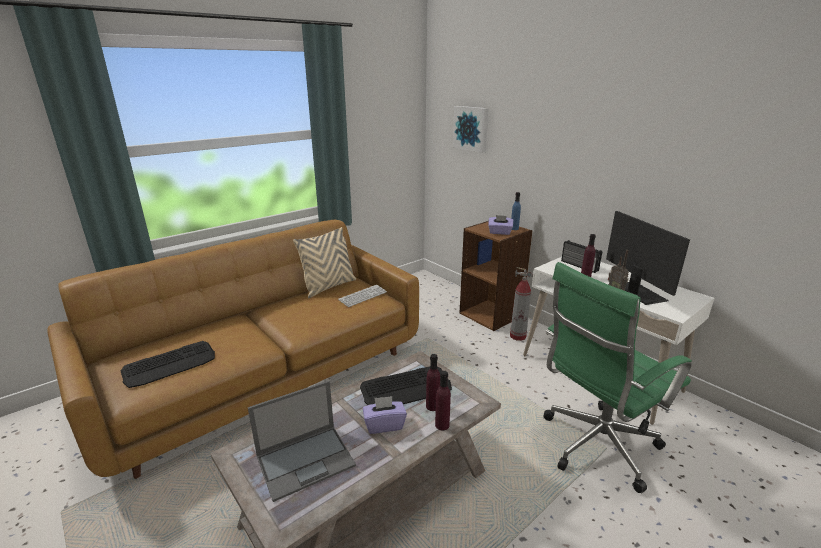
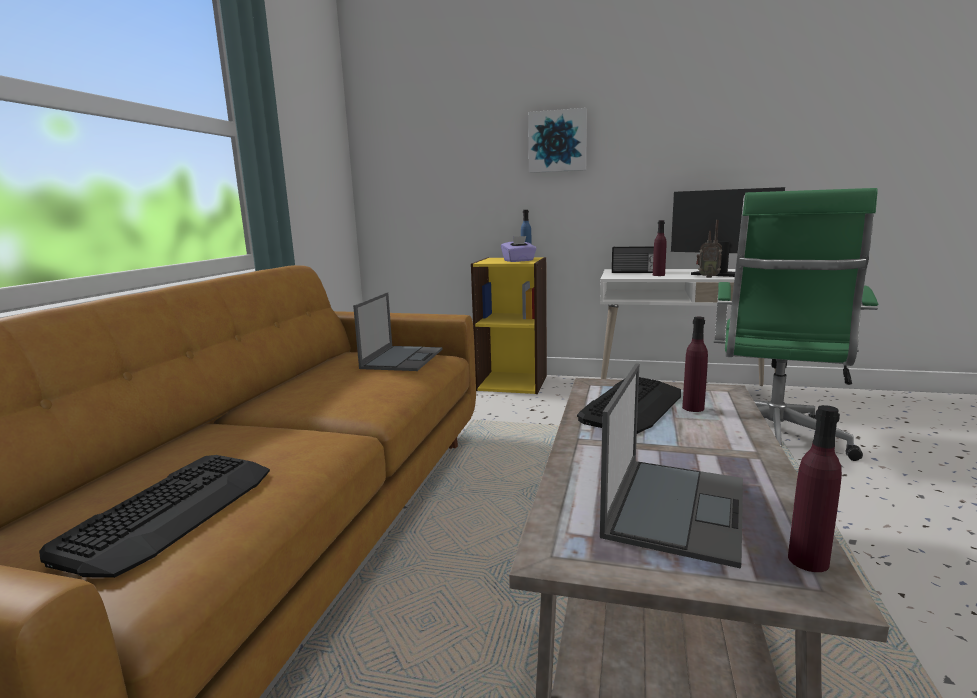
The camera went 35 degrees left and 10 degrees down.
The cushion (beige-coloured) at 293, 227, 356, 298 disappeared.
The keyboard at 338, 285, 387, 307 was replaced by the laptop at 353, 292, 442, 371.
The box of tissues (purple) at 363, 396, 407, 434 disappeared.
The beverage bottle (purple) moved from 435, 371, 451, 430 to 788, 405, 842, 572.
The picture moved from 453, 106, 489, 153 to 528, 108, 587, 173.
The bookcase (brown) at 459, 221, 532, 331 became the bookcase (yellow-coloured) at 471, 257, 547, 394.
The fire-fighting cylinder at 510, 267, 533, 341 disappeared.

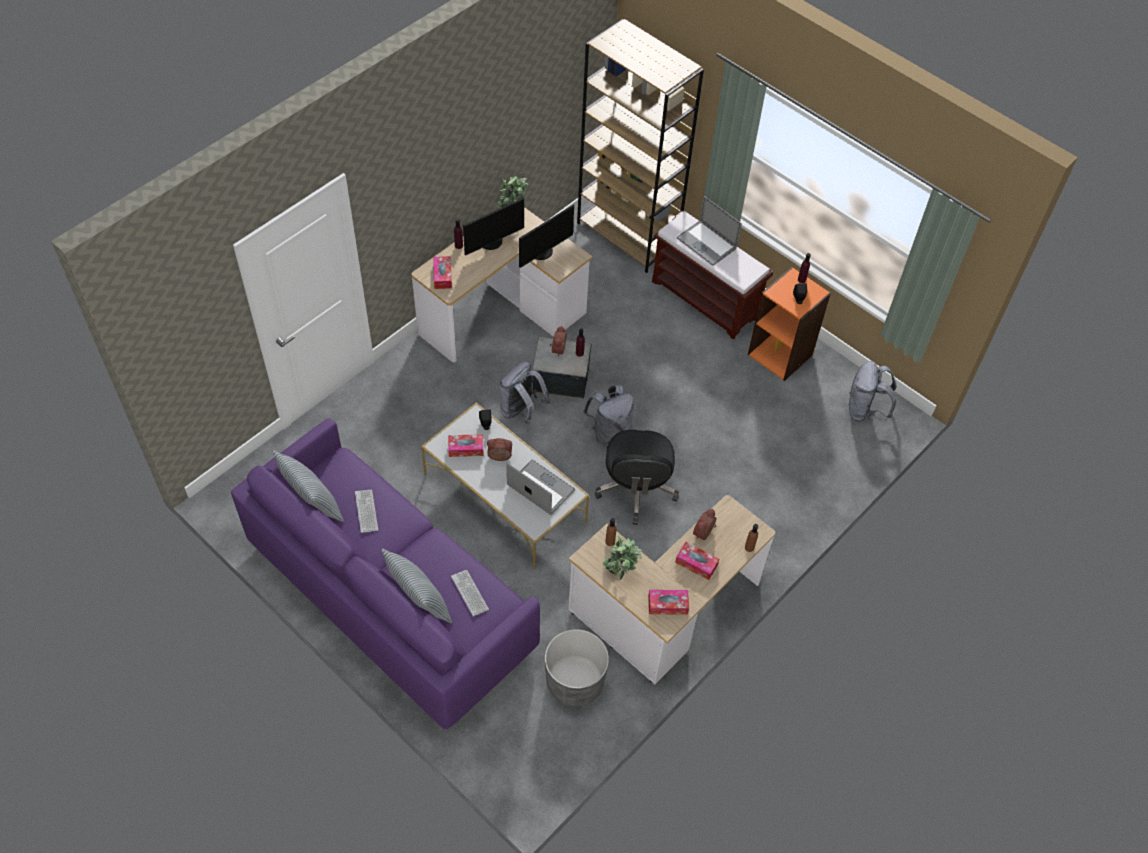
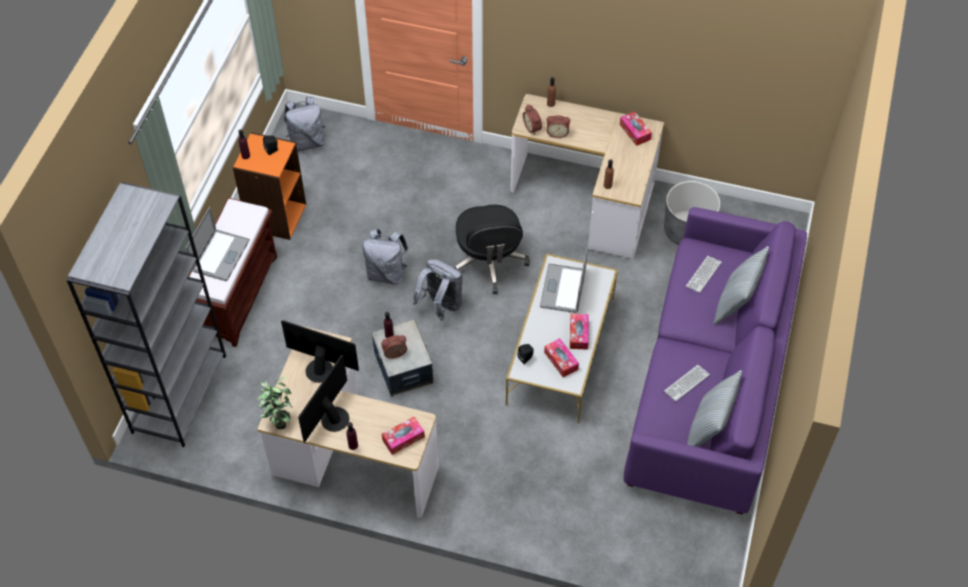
The camera went 115 degrees left and 0 degrees up.
The computer display at 463, 197, 524, 255 turned 90 degrees counterclockwise.
The alarm clock moved from 487, 438, 512, 461 to 523, 105, 542, 135.
The rucksack (gray) moved from 500, 362, 551, 424 to 362, 229, 408, 284.
The bookcase (brown) at 577, 19, 704, 273 became the bookcase (gray) at 67, 182, 226, 447.
The office chair (blackish) at 595, 430, 679, 525 turned 105 degrees clockwise.
The plant in a pot at 602, 535, 643, 580 disappeared.
The box of tissues moved from 675, 542, 719, 580 to 570, 314, 589, 350.

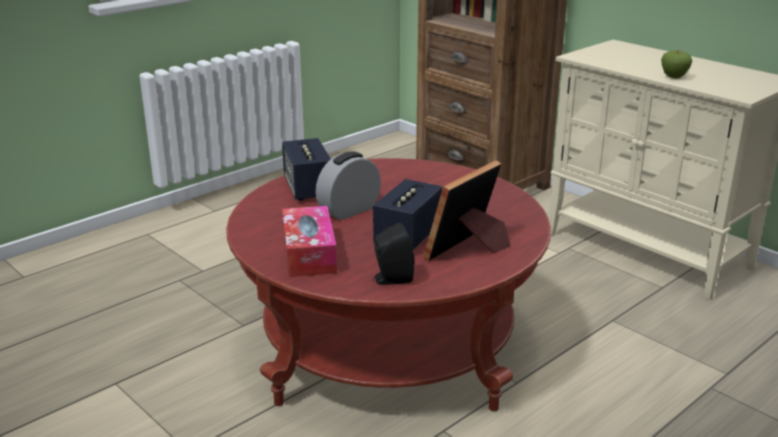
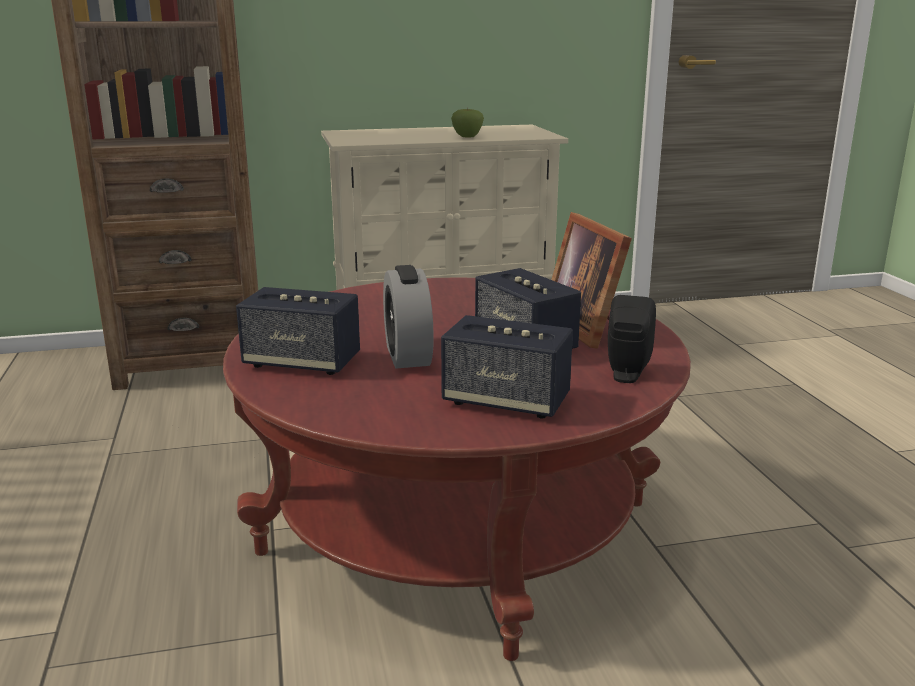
The camera went 60 degrees left and 5 degrees down.
The box of tissues at 282, 206, 337, 277 was replaced by the speaker at 441, 315, 573, 419.

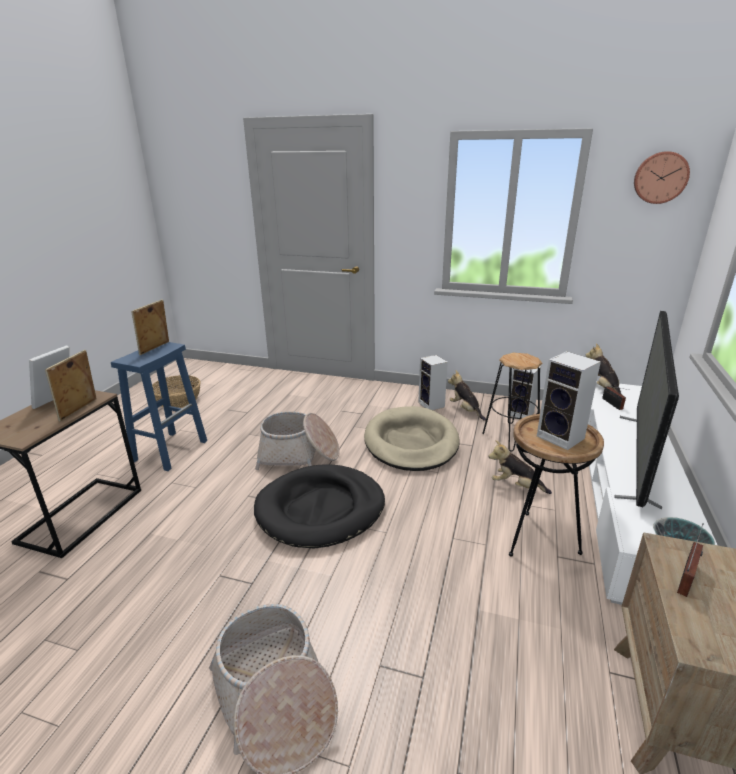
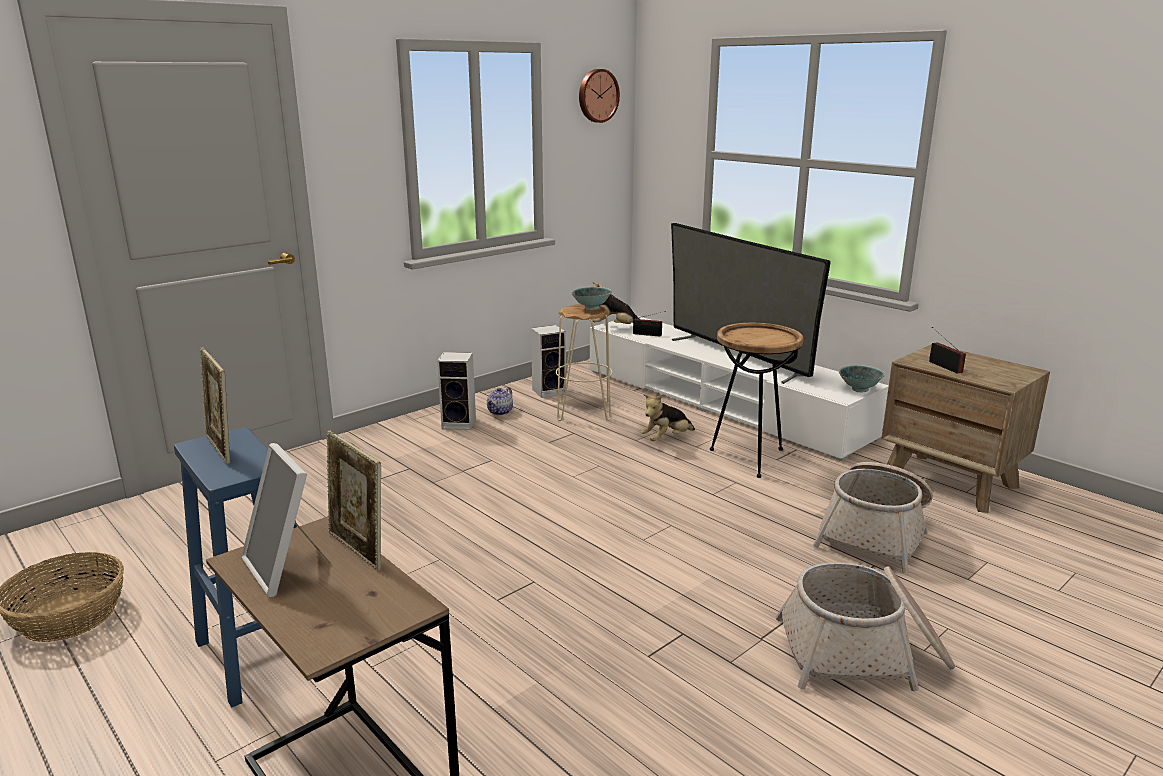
The camera went 60 degrees left and 5 degrees down.
The dog bed (blackish) at 254, 464, 385, 549 disappeared.
The storage basket moved from 255, 411, 340, 470 to 813, 462, 933, 573.
The dog bed (beige-coloured) at 364, 406, 459, 471 disappeared.
The soft toy at 448, 371, 486, 421 was replaced by the pot for tea at 487, 387, 513, 415.
The sitting stool (blackish) at 482, 353, 542, 452 became the sitting stool (beige-coloured) at 556, 305, 613, 421.
The speaker at 537, 351, 601, 450 disappeared.
The bowl at 571, 287, 612, 310 appeared.

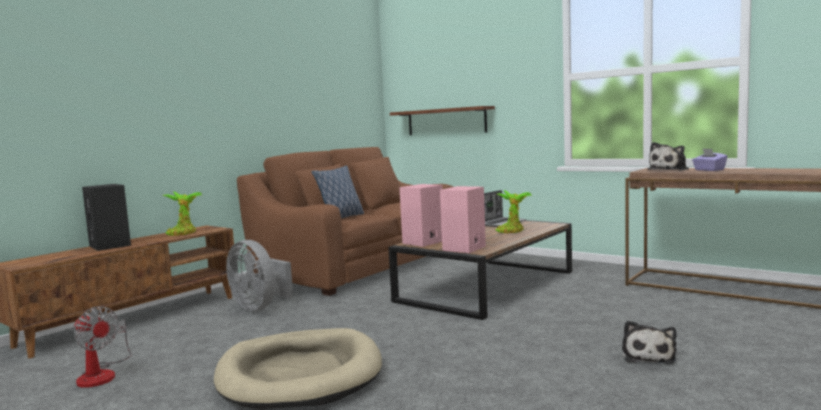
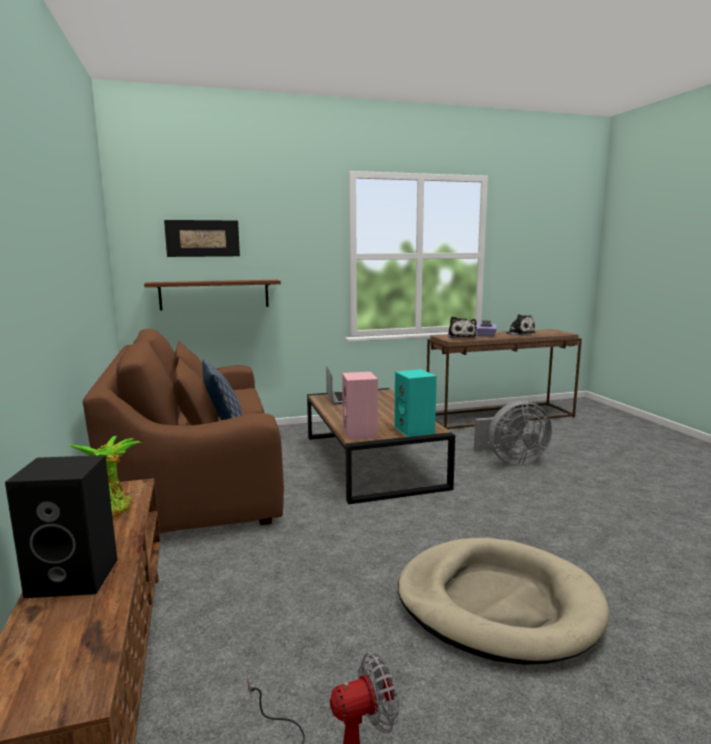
The camera went 55 degrees left and 5 degrees up.
The cooling fan (gray) moved from 226, 240, 293, 311 to 474, 401, 552, 465.
The speaker (pink-coloured) at 440, 186, 486, 253 became the speaker (turquoise) at 394, 369, 437, 437.
The plant in a pot at 496, 190, 533, 233 disappeared.
The soft toy moved from 622, 320, 677, 364 to 503, 314, 536, 335.
The picture at 164, 220, 240, 257 appeared.

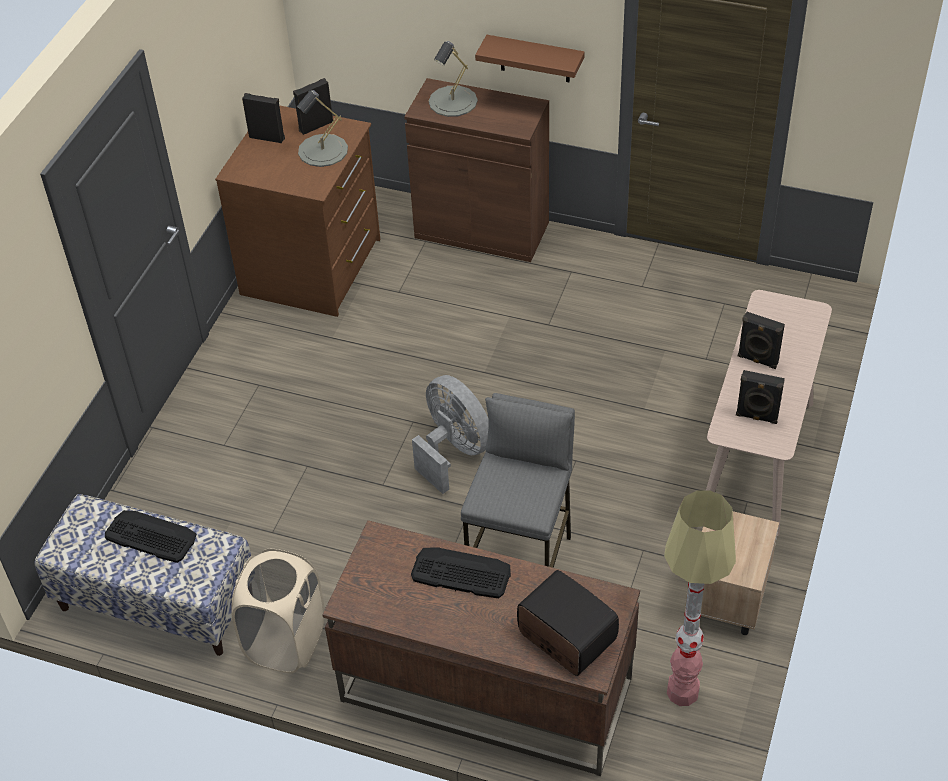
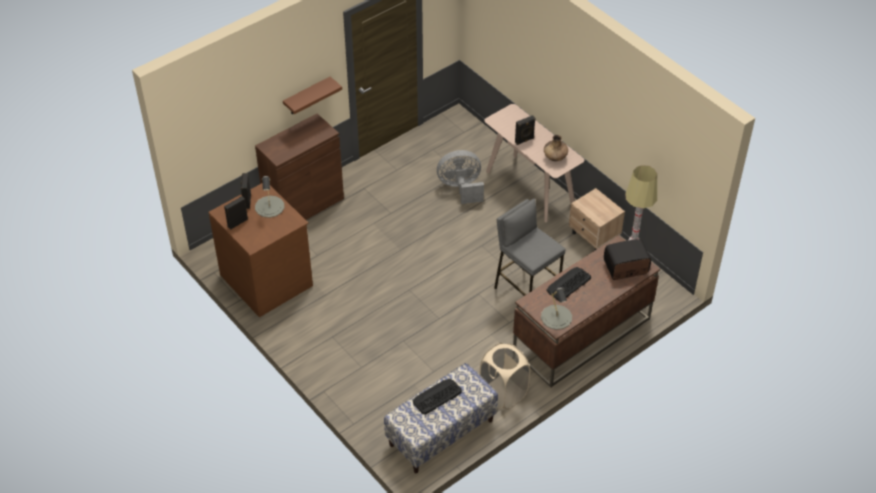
The camera went 60 degrees left and 0 degrees up.
The cooling fan (gray) moved from 412, 375, 489, 494 to 437, 150, 484, 204.
The tabletop lamp (gray) moved from 429, 41, 478, 117 to 541, 287, 572, 330.
The speaker (blackish) at 736, 370, 785, 424 was replaced by the decorative vase (brown) at 544, 135, 568, 161.

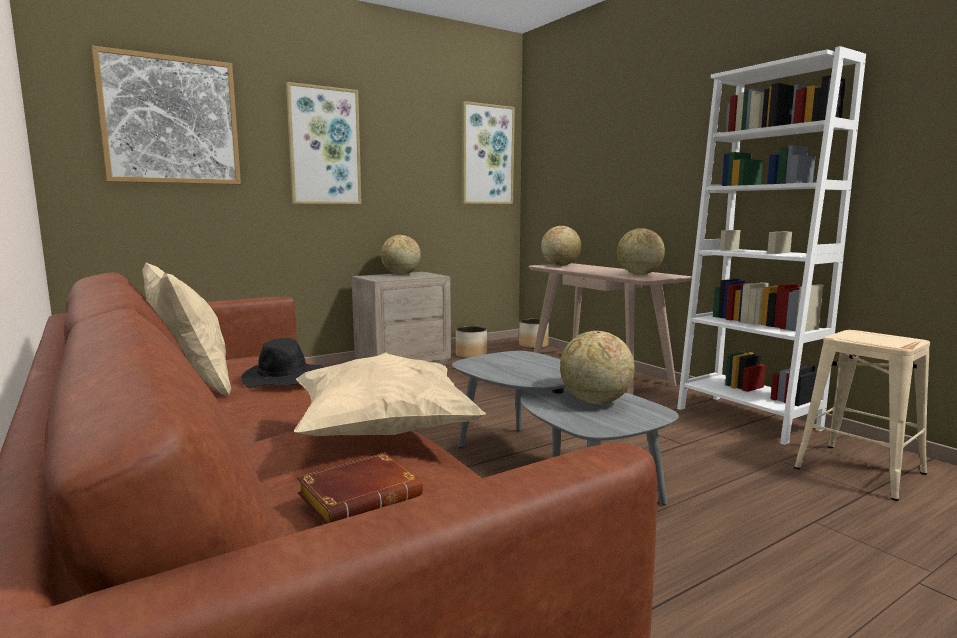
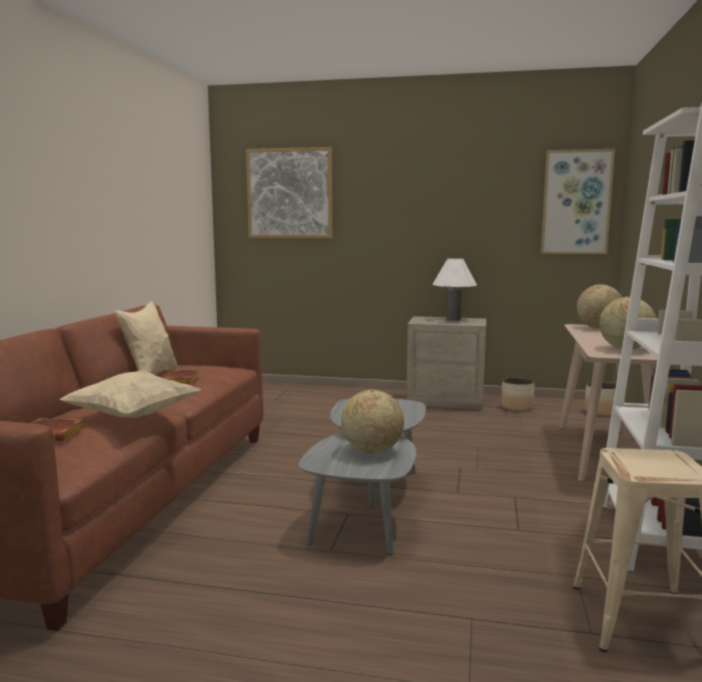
The camera went 45 degrees right and 0 degrees up.
The wearable hat (blackish) at 241, 338, 324, 388 was replaced by the volume (brown) at 164, 369, 200, 384.
The picture at 286, 82, 362, 204 disappeared.
The globe at 381, 235, 421, 275 was replaced by the tabletop lamp (white-coloured) at 432, 258, 477, 321.

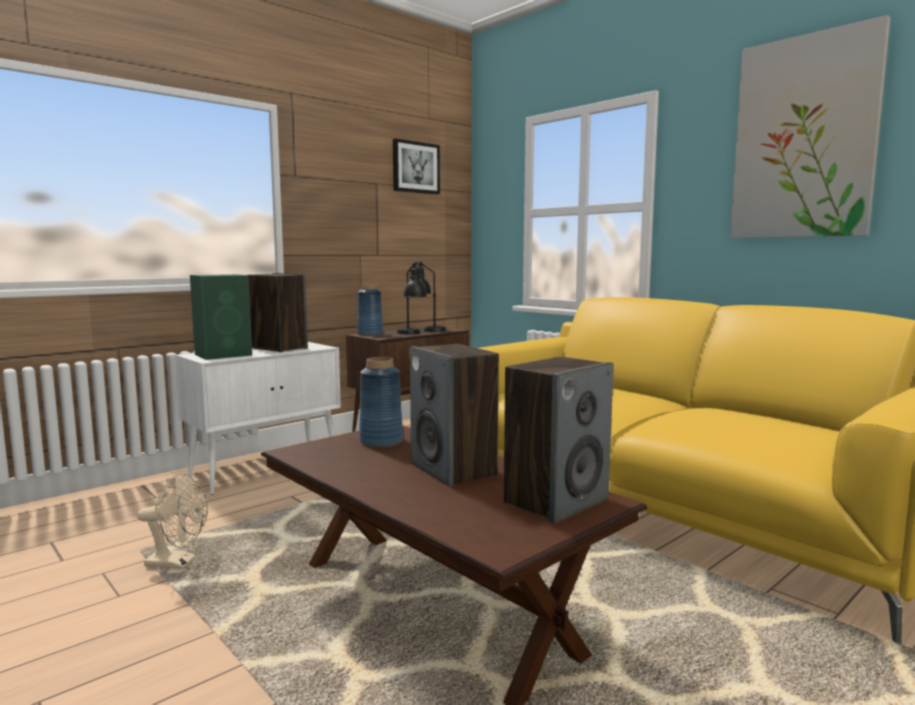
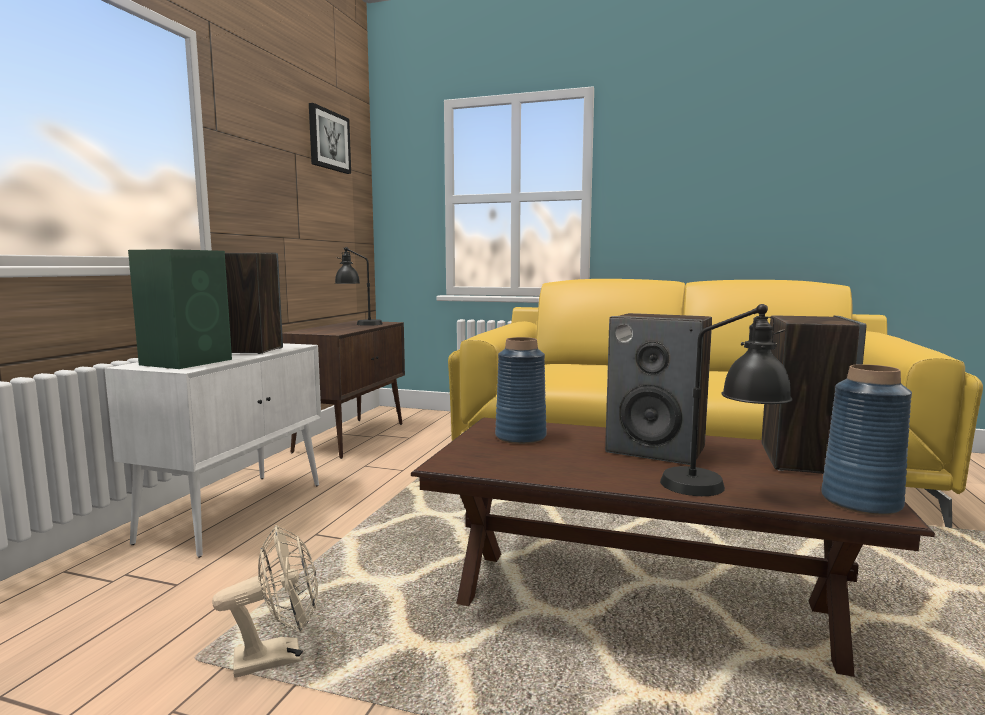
The camera went 30 degrees left and 0 degrees up.
The decorative vase (bluish) moved from 357, 284, 383, 336 to 821, 364, 912, 515.
The tabletop lamp (blackish) moved from 396, 262, 427, 334 to 660, 304, 793, 496.
The picture at 730, 15, 890, 238 disappeared.

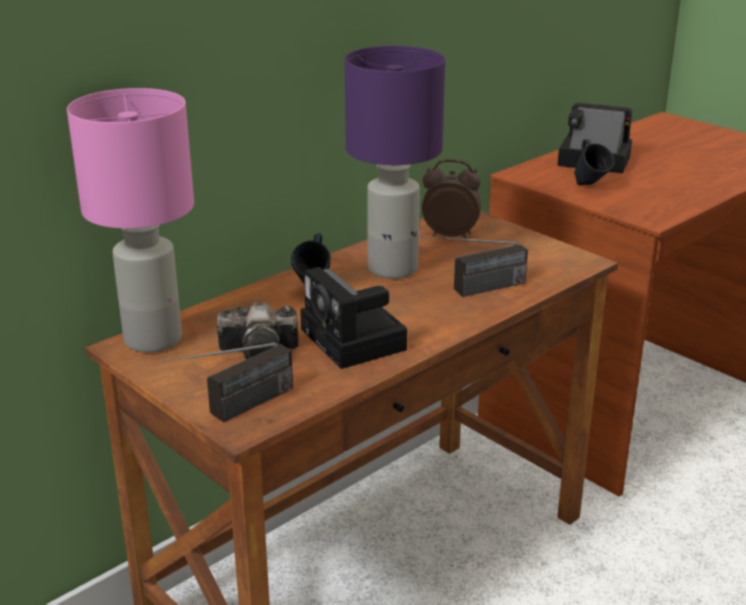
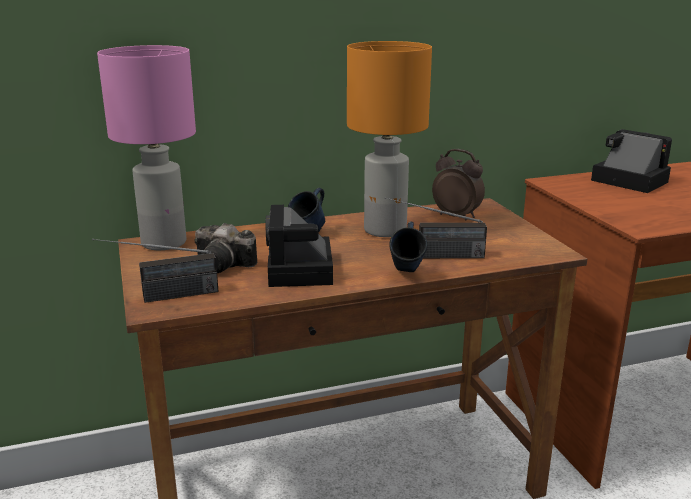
The camera went 25 degrees right and 5 degrees down.
The tabletop lamp (purple) at 345, 46, 445, 279 became the tabletop lamp (orangey) at 347, 41, 432, 237.
The coffee mug (bluish) moved from 574, 139, 614, 185 to 390, 221, 427, 272.

